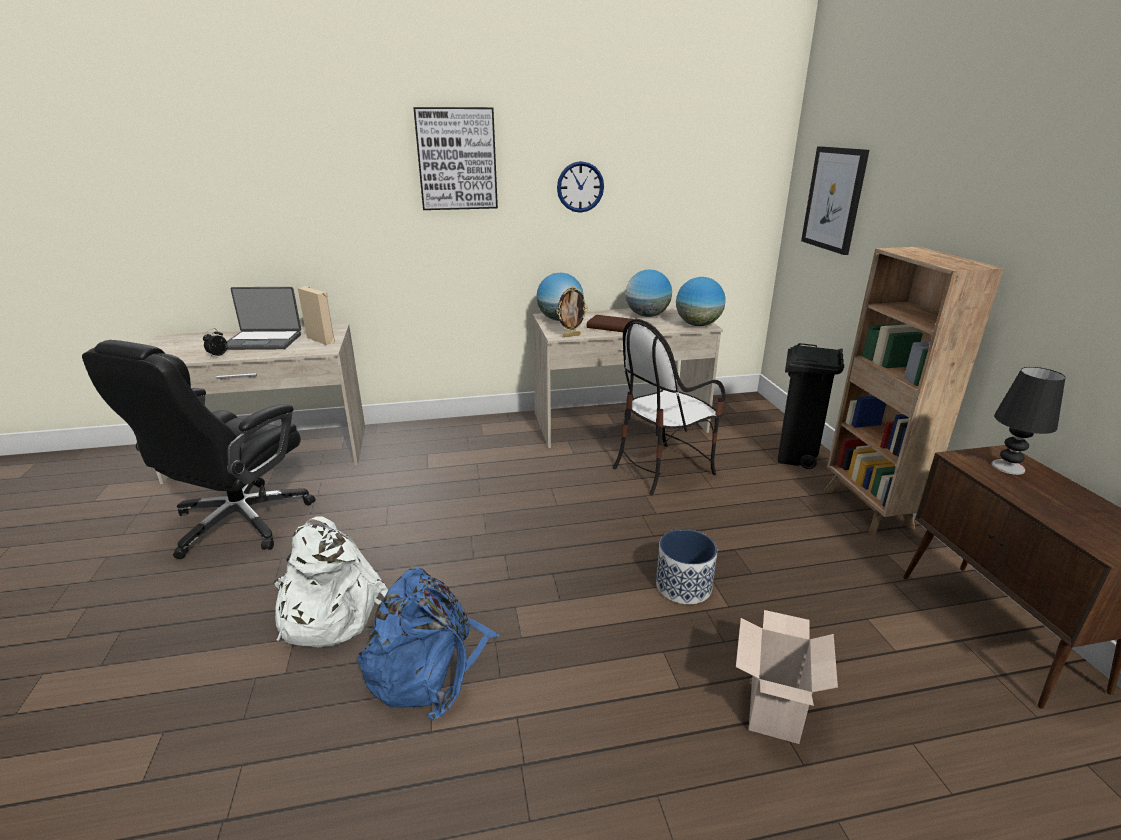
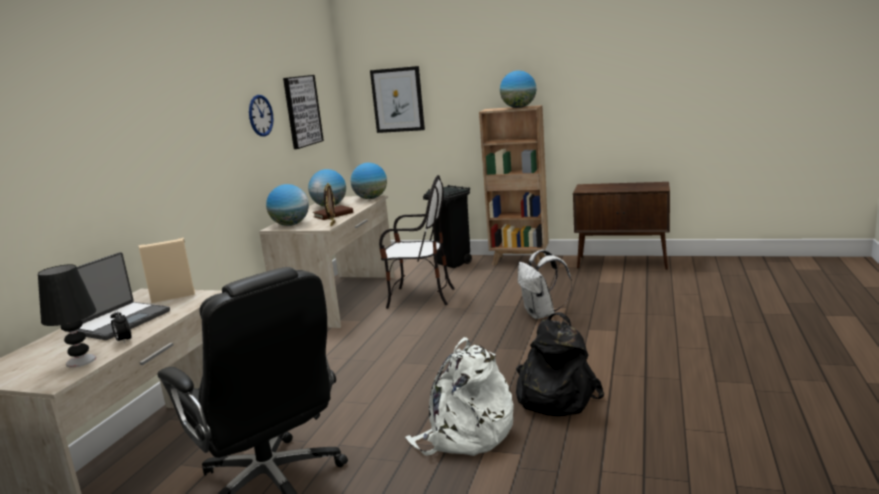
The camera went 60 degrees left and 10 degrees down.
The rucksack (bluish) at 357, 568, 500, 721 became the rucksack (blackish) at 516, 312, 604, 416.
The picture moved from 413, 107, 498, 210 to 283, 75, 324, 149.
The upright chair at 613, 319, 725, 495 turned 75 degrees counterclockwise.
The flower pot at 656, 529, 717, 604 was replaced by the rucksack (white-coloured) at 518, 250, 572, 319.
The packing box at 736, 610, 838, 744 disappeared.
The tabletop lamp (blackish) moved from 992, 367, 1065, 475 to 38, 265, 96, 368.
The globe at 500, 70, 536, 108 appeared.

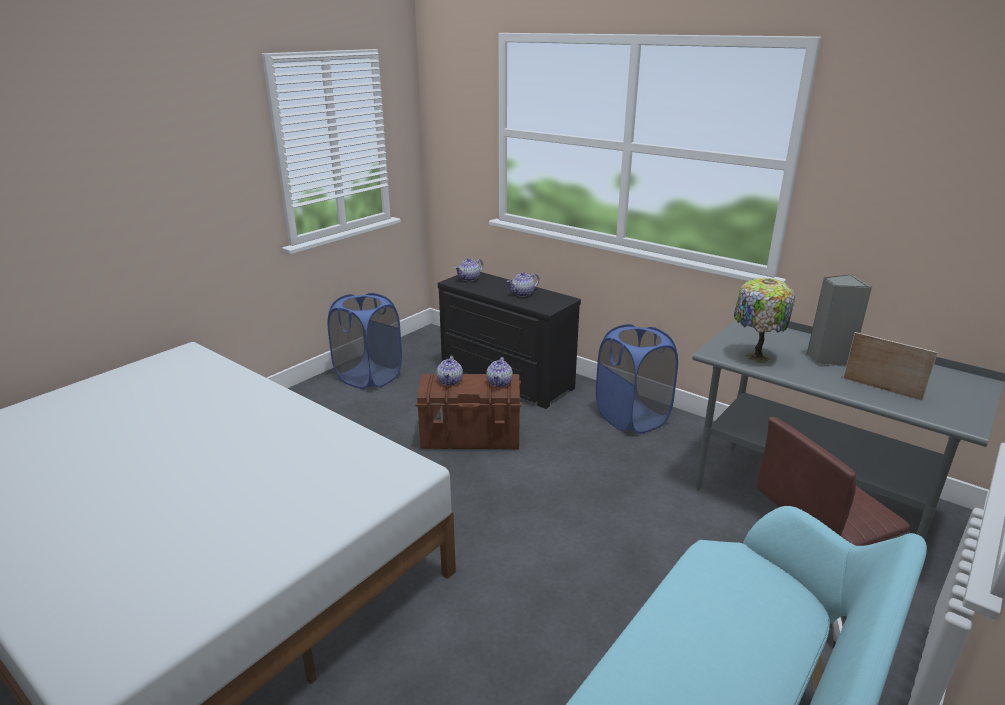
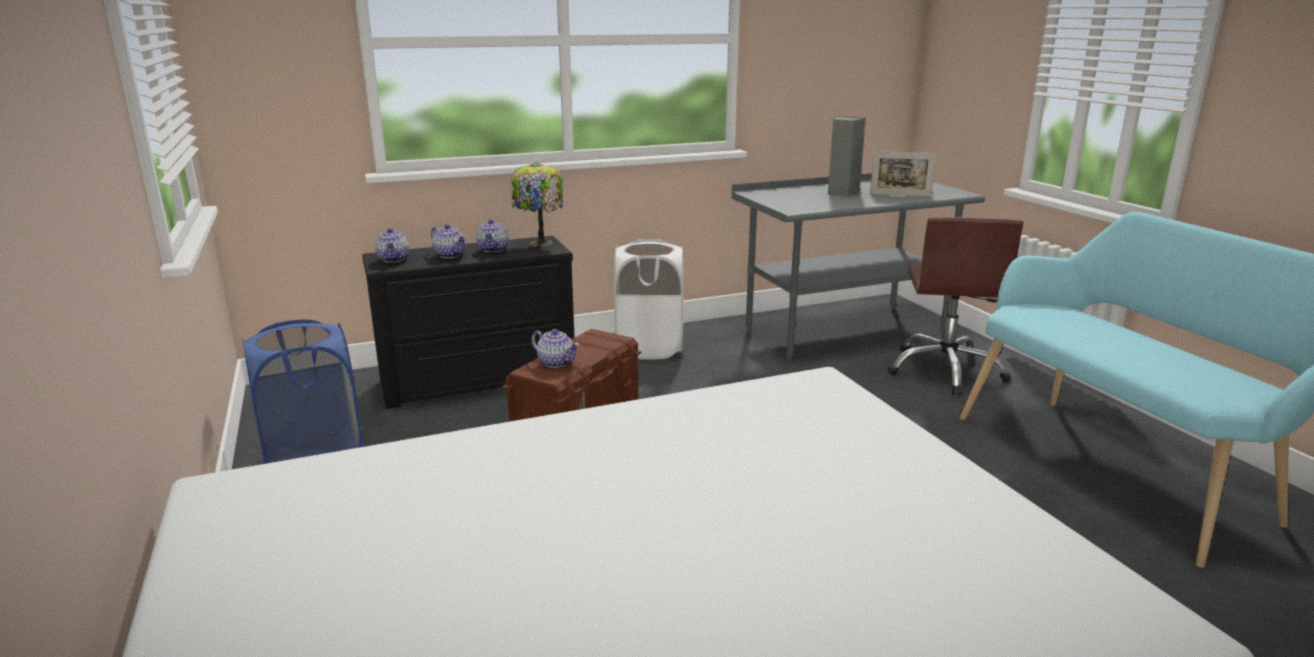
The camera went 60 degrees left and 5 degrees down.
The pot for tea moved from 486, 357, 513, 387 to 431, 224, 466, 258.
The washing basket (bluish) at 596, 324, 678, 434 became the washing basket (white-coloured) at 614, 239, 684, 360.
The tabletop lamp moved from 734, 278, 795, 363 to 511, 162, 563, 246.
The standing frame at 843, 332, 938, 401 turned 150 degrees counterclockwise.

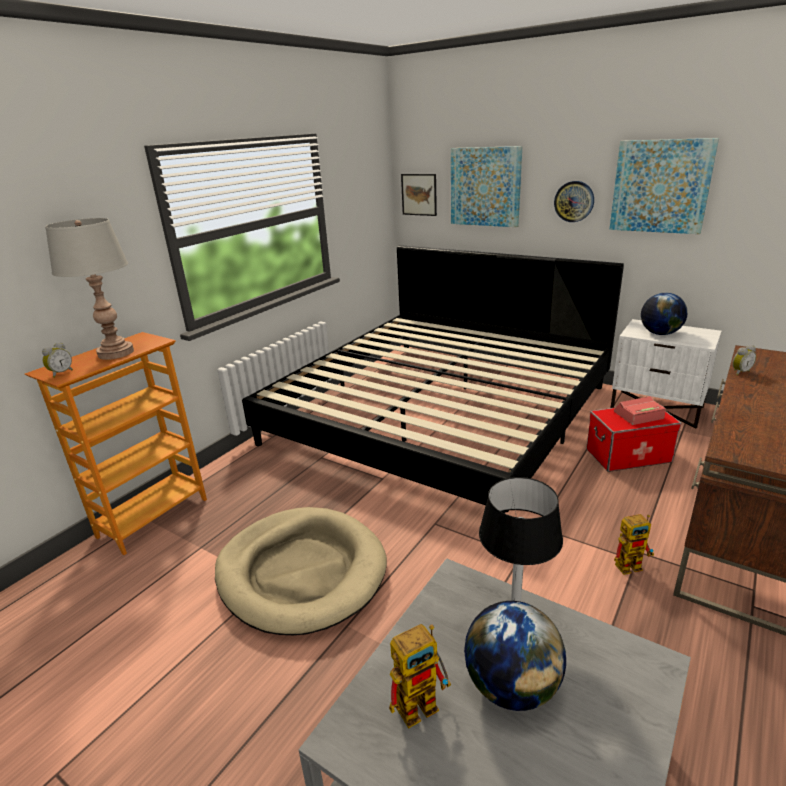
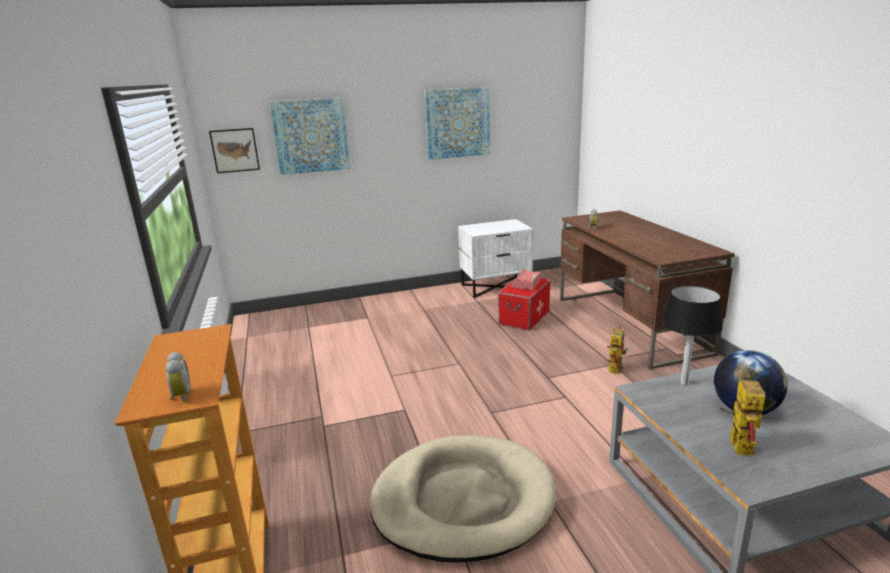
The camera went 50 degrees left and 5 degrees down.
The tabletop lamp (gray) at 45, 218, 134, 360 disappeared.
The sleeping bed at 242, 245, 624, 513 disappeared.
The hanging clock at 554, 181, 594, 222 disappeared.
The globe at 641, 293, 688, 335 disappeared.

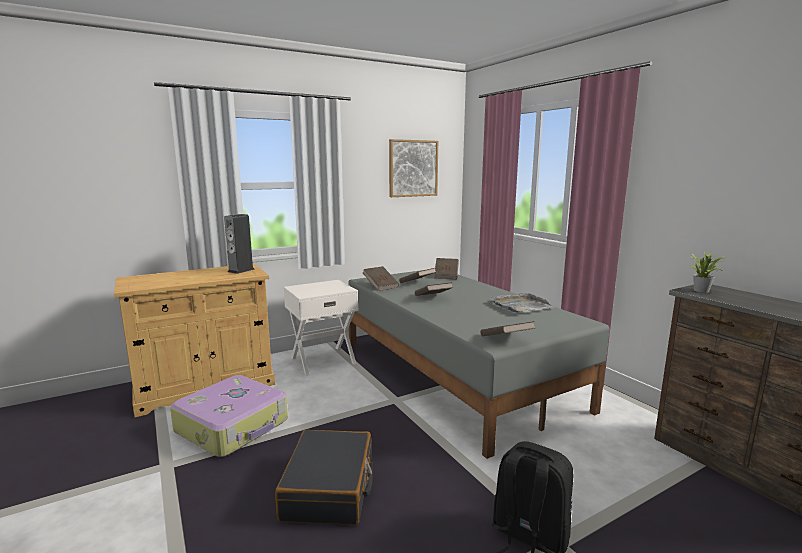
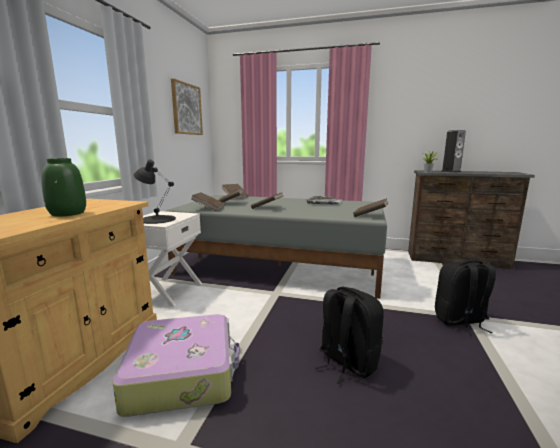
The camera went 45 degrees left and 0 degrees up.
The speaker moved from 224, 214, 255, 274 to 442, 130, 466, 173.
The suitcase (blackish) at 275, 430, 373, 525 was replaced by the rucksack (blackish) at 315, 287, 384, 384.
The decorative vase (greenish) at 41, 158, 86, 217 appeared.
The tabletop lamp (blackish) at 134, 159, 176, 224 appeared.

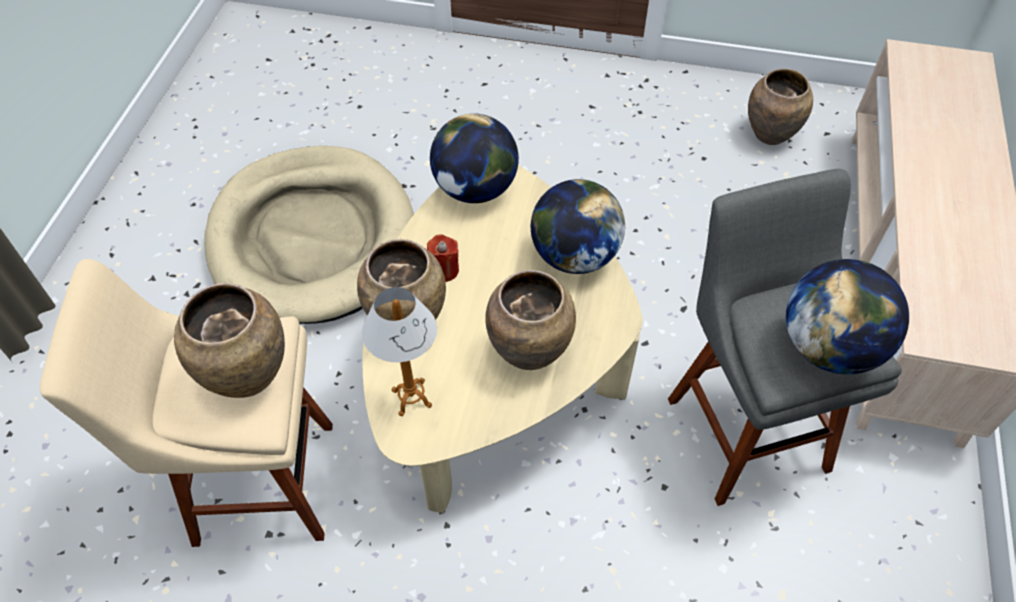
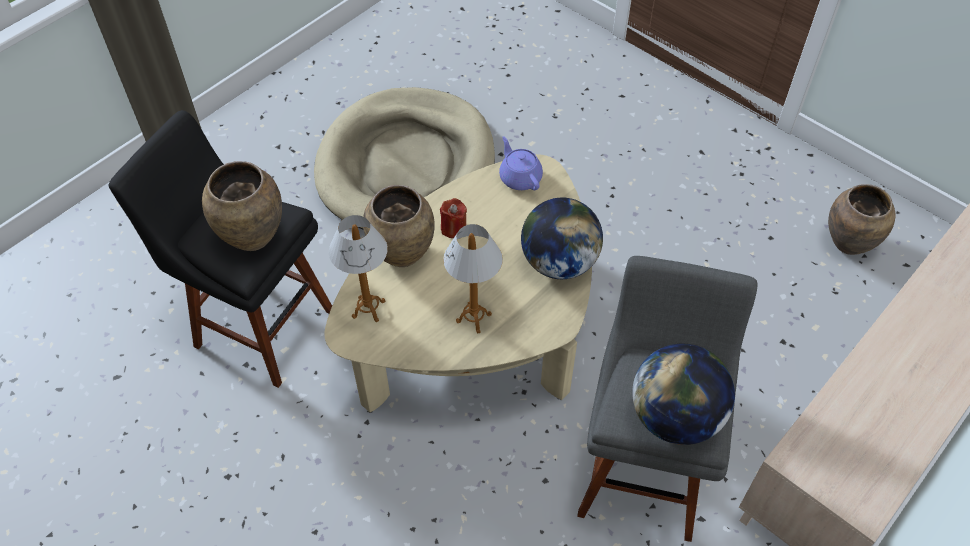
The camera went 30 degrees right and 0 degrees up.
The sitting stool (beige-coloured) at 40, 259, 333, 547 became the sitting stool (blackish) at 109, 110, 332, 388.
The globe at 430, 113, 519, 203 was replaced by the pot for tea (purple) at 499, 136, 543, 190.
The decorative vase (brown) at 485, 270, 576, 370 was replaced by the tabletop lamp at 443, 224, 503, 333.

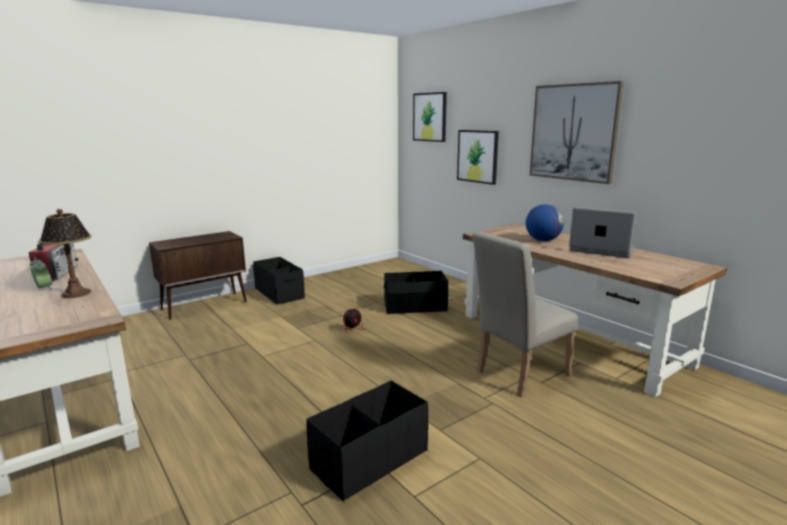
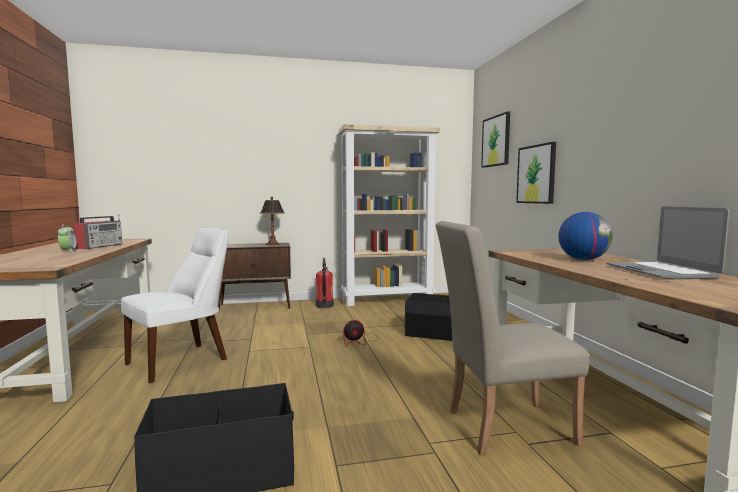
The camera went 25 degrees right and 10 degrees down.
The tabletop lamp moved from 38, 209, 91, 298 to 260, 197, 285, 245.
The storage container (blackish) at 253, 257, 305, 305 was replaced by the fire-fighting cylinder at 316, 258, 333, 308.
The picture at 530, 81, 624, 184 disappeared.
The laptop at 569, 207, 636, 258 turned 150 degrees counterclockwise.
The upright chair (white-coloured) at 121, 227, 229, 383 appeared.
The bookcase (beige-coloured) at 338, 124, 440, 306 appeared.

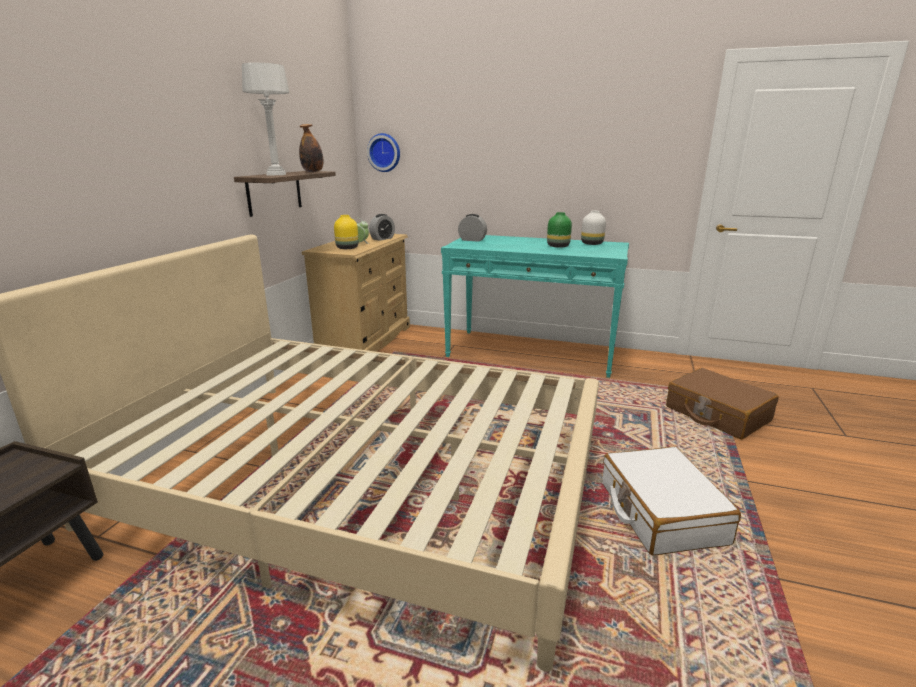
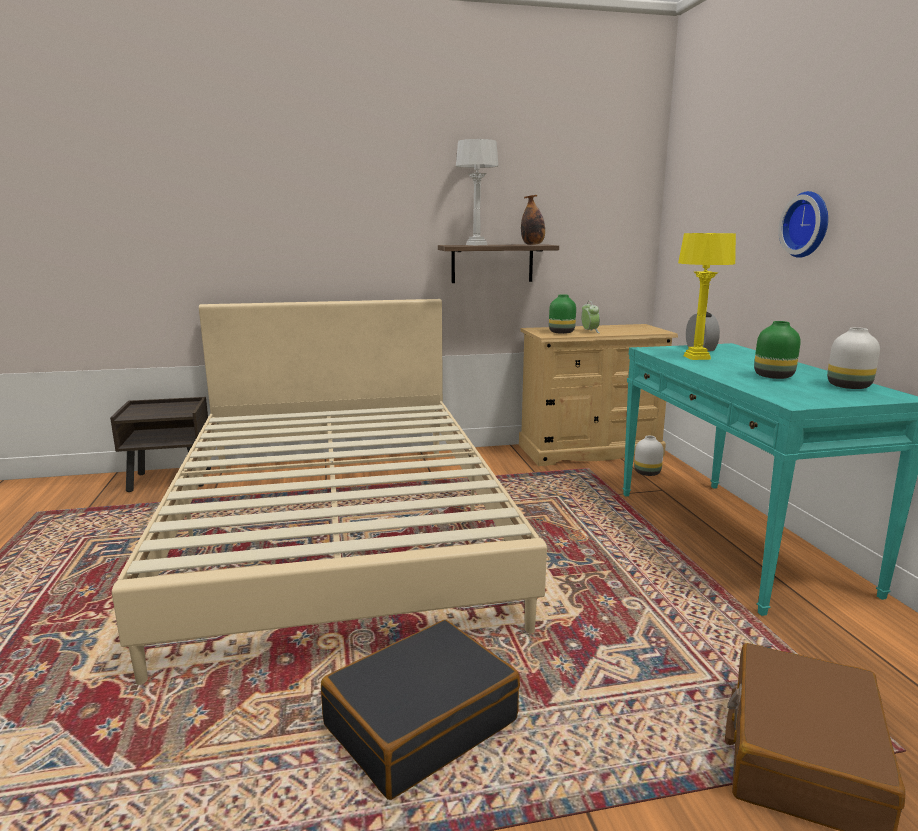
The camera went 60 degrees right and 5 degrees down.
The decorative vase (yellow-coloured) at 334, 215, 359, 249 became the decorative vase (greenish) at 549, 294, 576, 334.
The hanging clock moved from 367, 133, 400, 172 to 779, 191, 828, 258.
The alarm clock at 369, 214, 395, 241 disappeared.
The suitcase (white-coloured) at 602, 447, 741, 556 became the suitcase (blackish) at 321, 620, 520, 800.
The decorative vase (white-coloured) at 634, 436, 664, 476 appeared.
The tabletop lamp (yellow-coloured) at 678, 233, 736, 360 appeared.

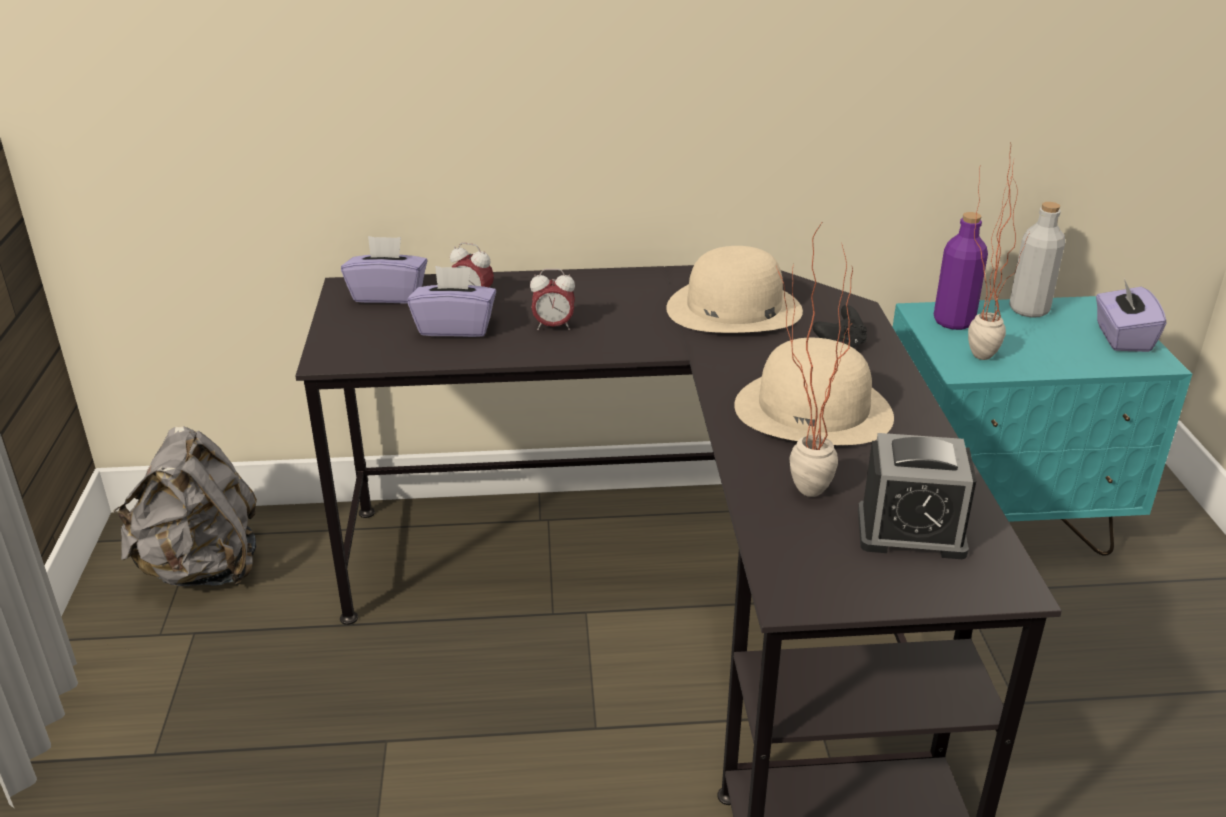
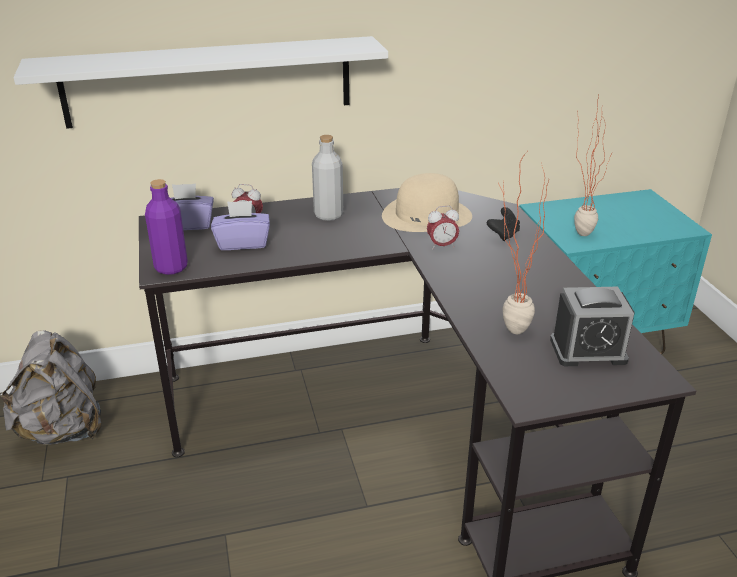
The camera went 10 degrees left and 0 degrees up.
The alarm clock moved from 530, 269, 575, 330 to 427, 206, 459, 250.
The wearable hat (beige-coloured) at 734, 338, 894, 445 disappeared.
The beverage bottle (purple) moved from 934, 212, 988, 330 to 145, 179, 188, 275.
The beverage bottle (gray) moved from 1009, 202, 1066, 318 to 312, 135, 343, 221.
The box of tissues (purple) at 1096, 278, 1166, 352 disappeared.
The shelf (white-coloured) at 14, 36, 388, 129 appeared.

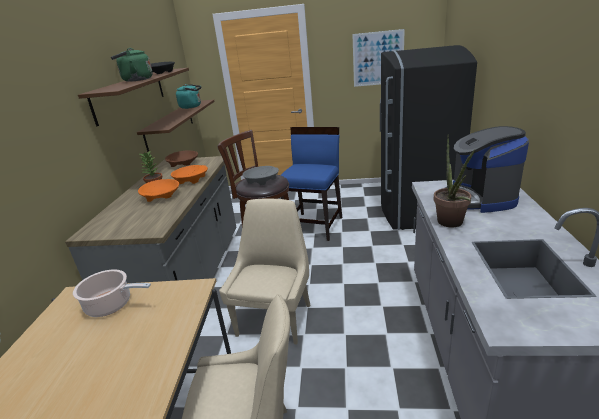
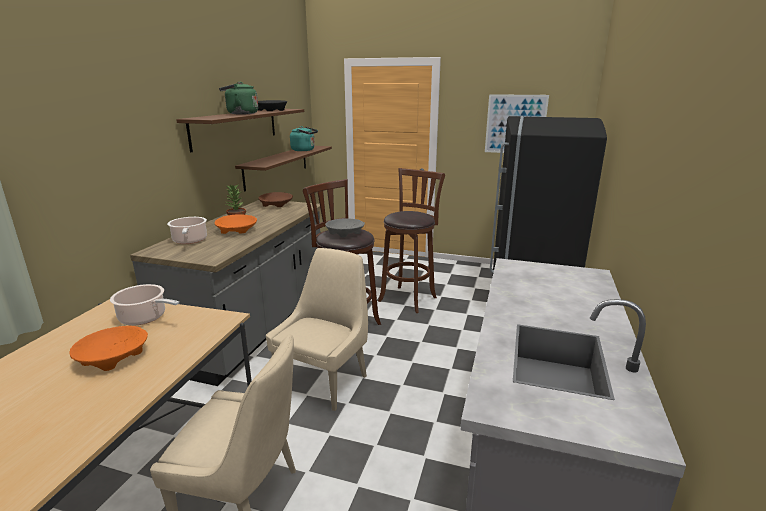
The camera went 10 degrees right and 5 degrees down.
The bowl (orangey) moved from 171, 165, 208, 184 to 69, 326, 148, 371.
The upright chair (bluish) at 281, 127, 342, 241 was replaced by the sitting stool (brown) at 378, 168, 445, 313.
The plant in a pot at 434, 135, 475, 227 disappeared.
The coffee brewer at 445, 126, 529, 213 disappeared.
The cooking pot at 167, 217, 207, 244 appeared.

